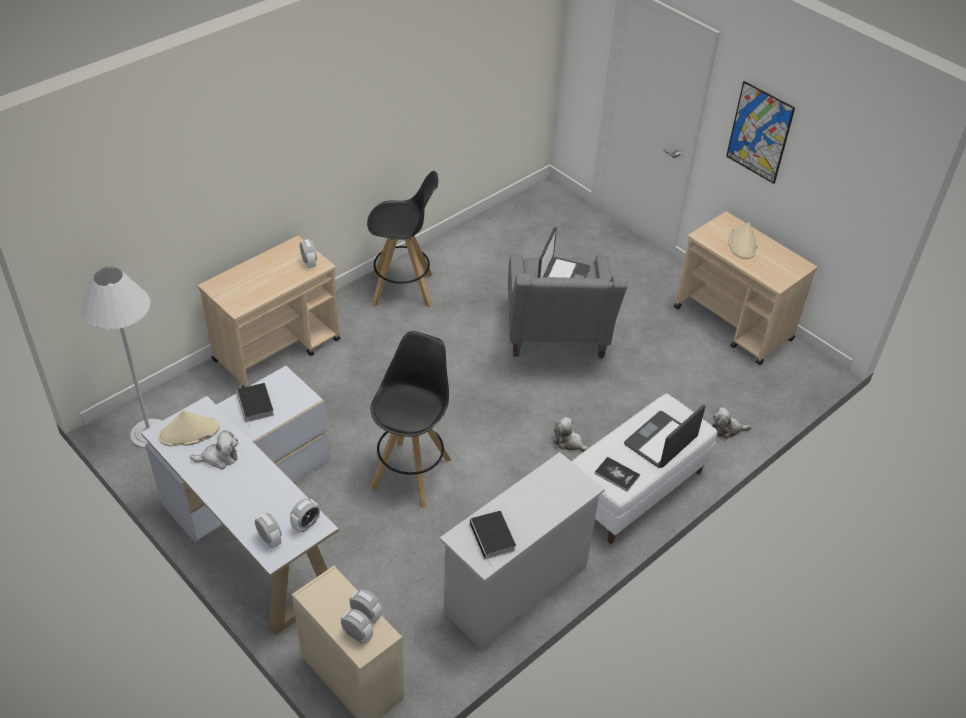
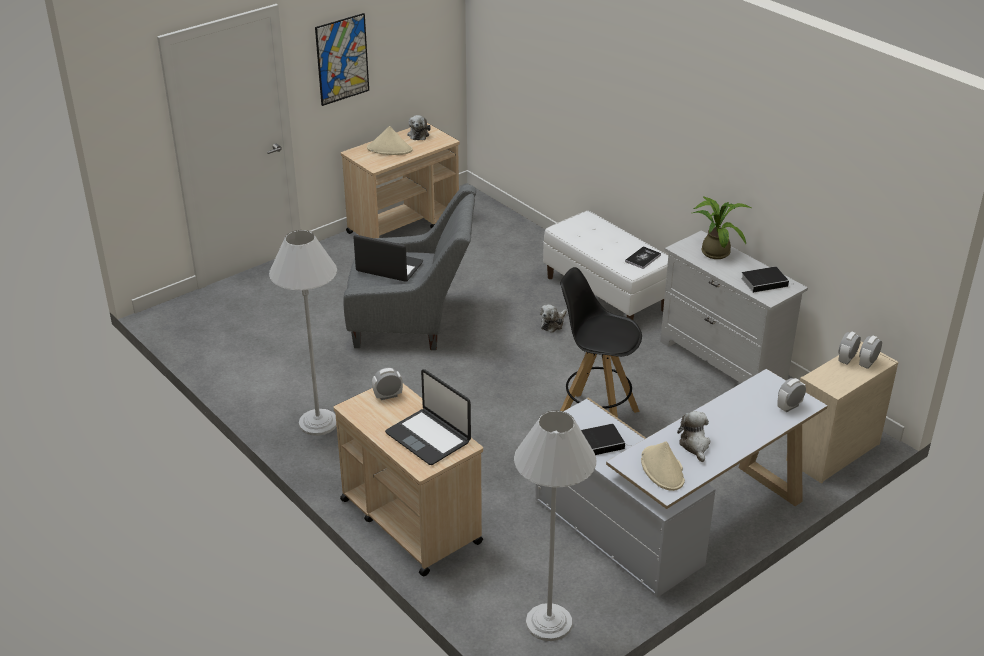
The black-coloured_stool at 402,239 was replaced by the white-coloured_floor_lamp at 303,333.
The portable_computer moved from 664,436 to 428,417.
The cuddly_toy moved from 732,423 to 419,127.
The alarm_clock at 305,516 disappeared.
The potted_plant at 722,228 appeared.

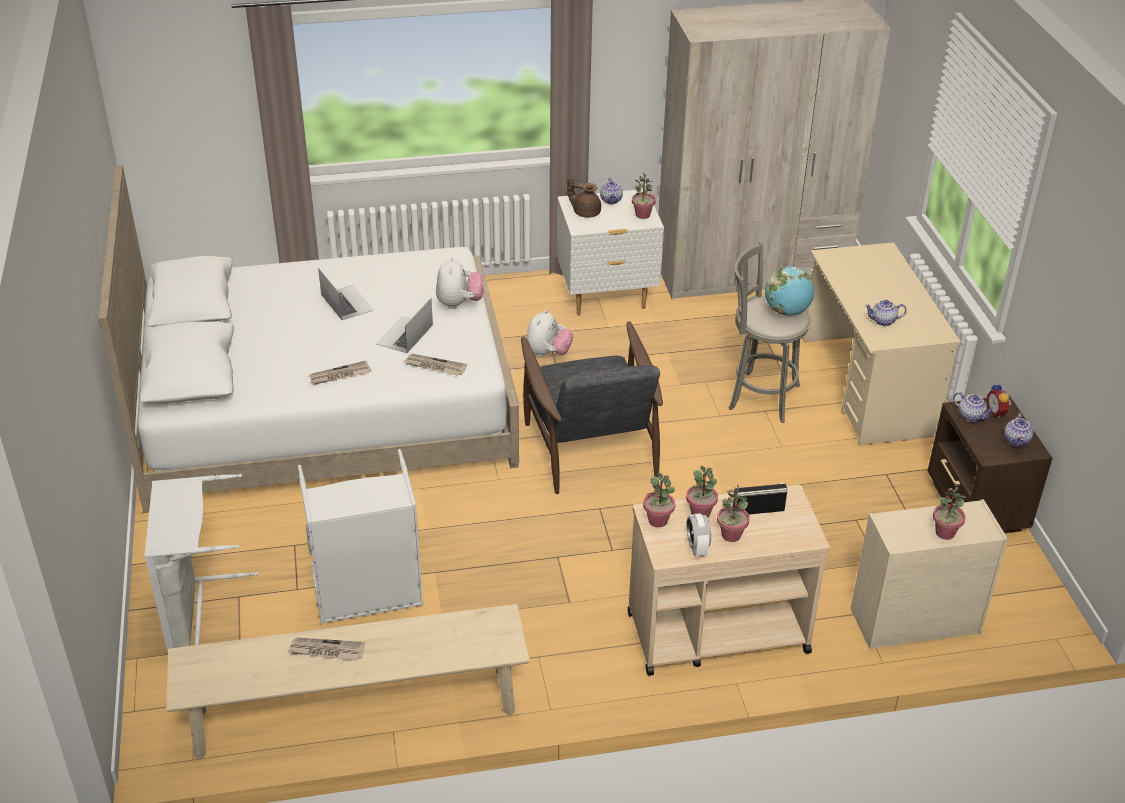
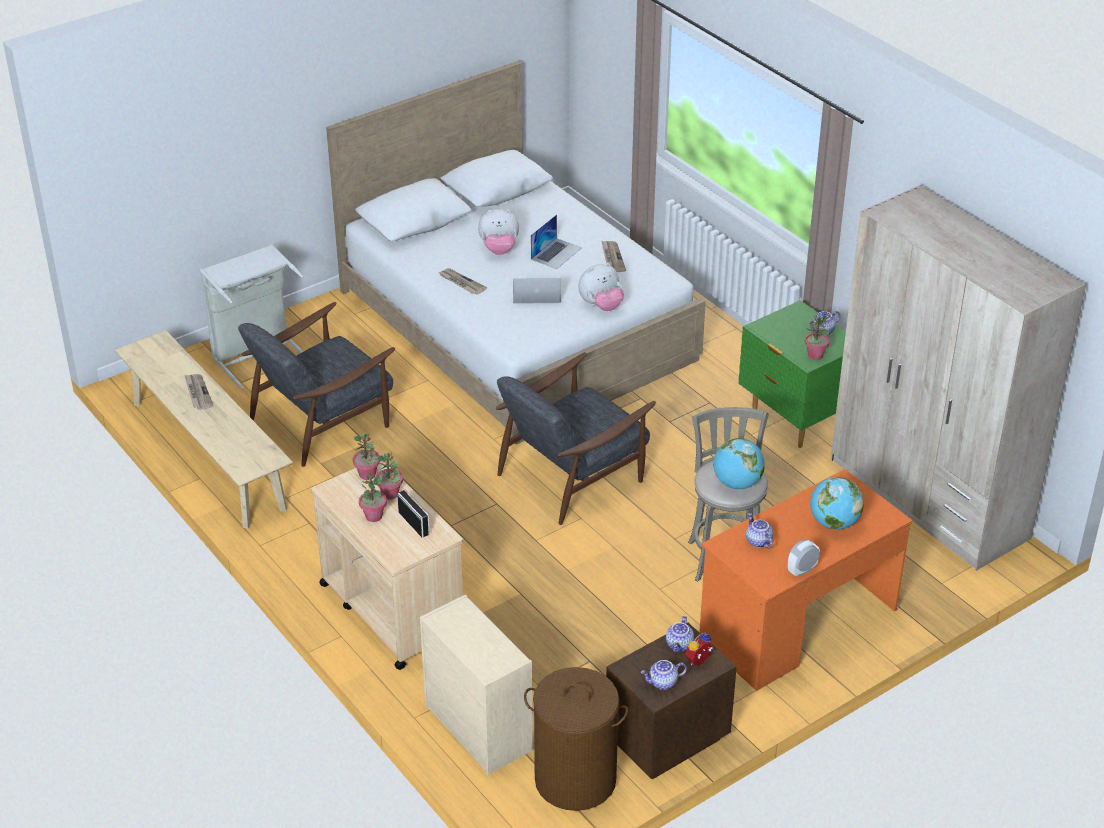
The brownish_pot_for_tea at 584,197 disappeared.
The white-coloured_night_table at 610,252 became the greenish_night_table at 792,374.
The sand-coloured_desk_table at 882,344 became the orangey_desk_table at 806,580.
The cuddly_toy moved from 549,333 to 498,232.
The printed_paper moved from 436,365 to 613,256.
The grey_washing_basket at 361,536 was replaced by the grey_easy_chair at 316,384.
The potted_plant at 949,511 disappeared.
The alarm_clock moved from 698,535 to 804,558.
The globe at 837,503 appeared.
The brownish_washing_basket at 576,739 appeared.

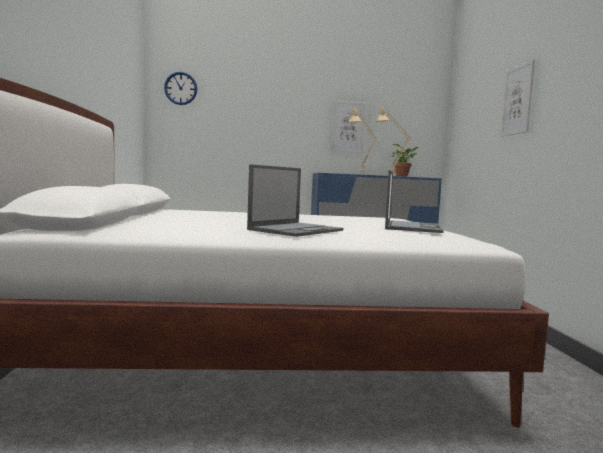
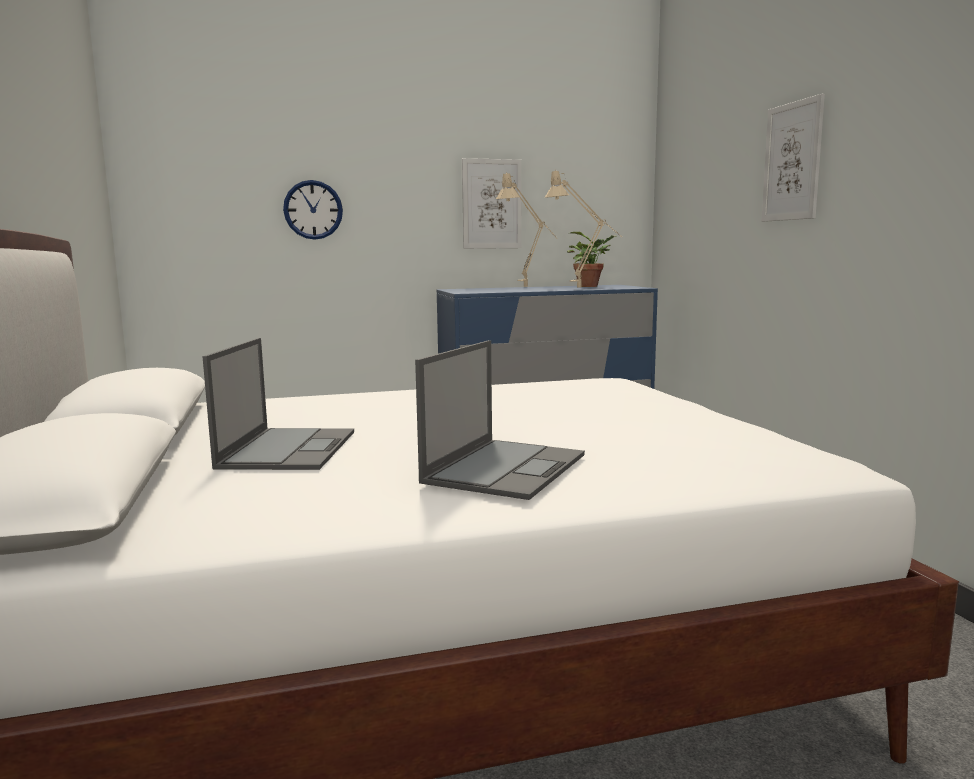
The clock_on_the_wall moved from 180,88 to 313,210.
The portable_computer moved from 414,201 to 278,404.

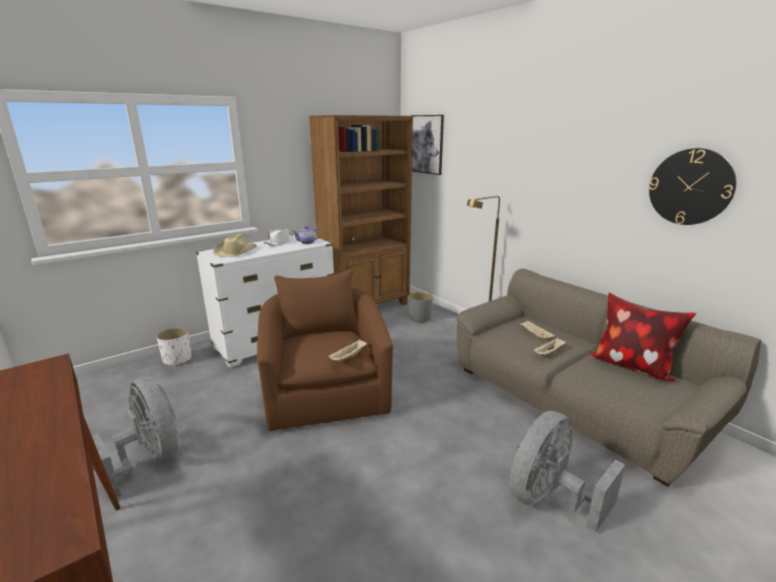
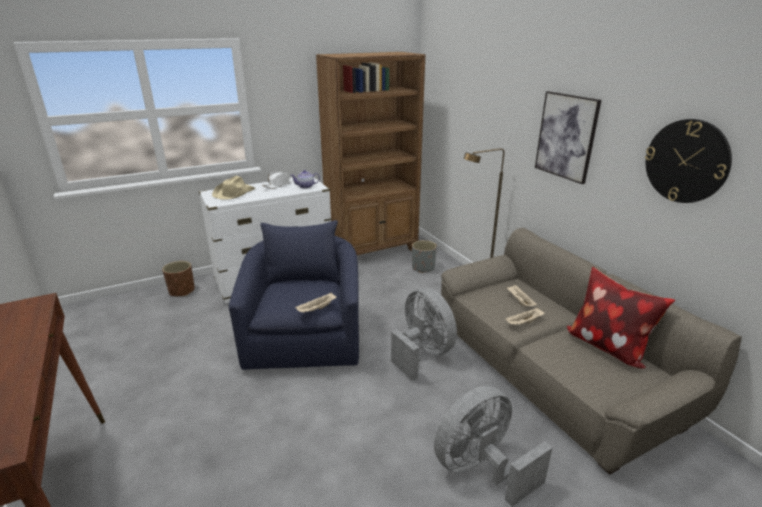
The wall_art moved from 427,145 to 568,137.
The brownish_easy_chair at 325,350 became the bluish_easy_chair at 294,295.
The white-coloured_flower_pot at 174,346 became the brownish_flower_pot at 178,278.
The grey_electric_fan moved from 135,436 to 424,334.

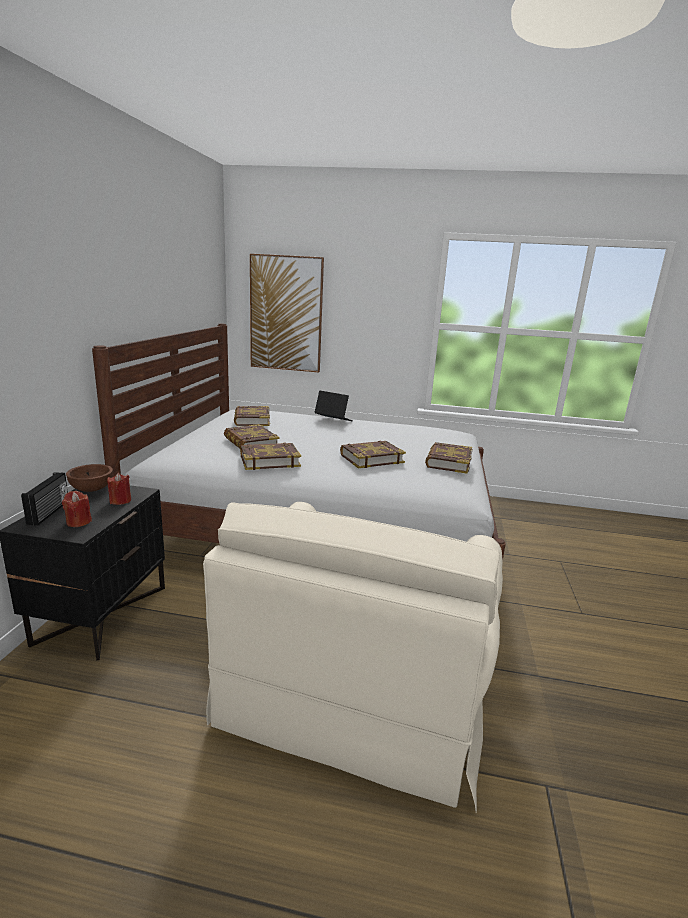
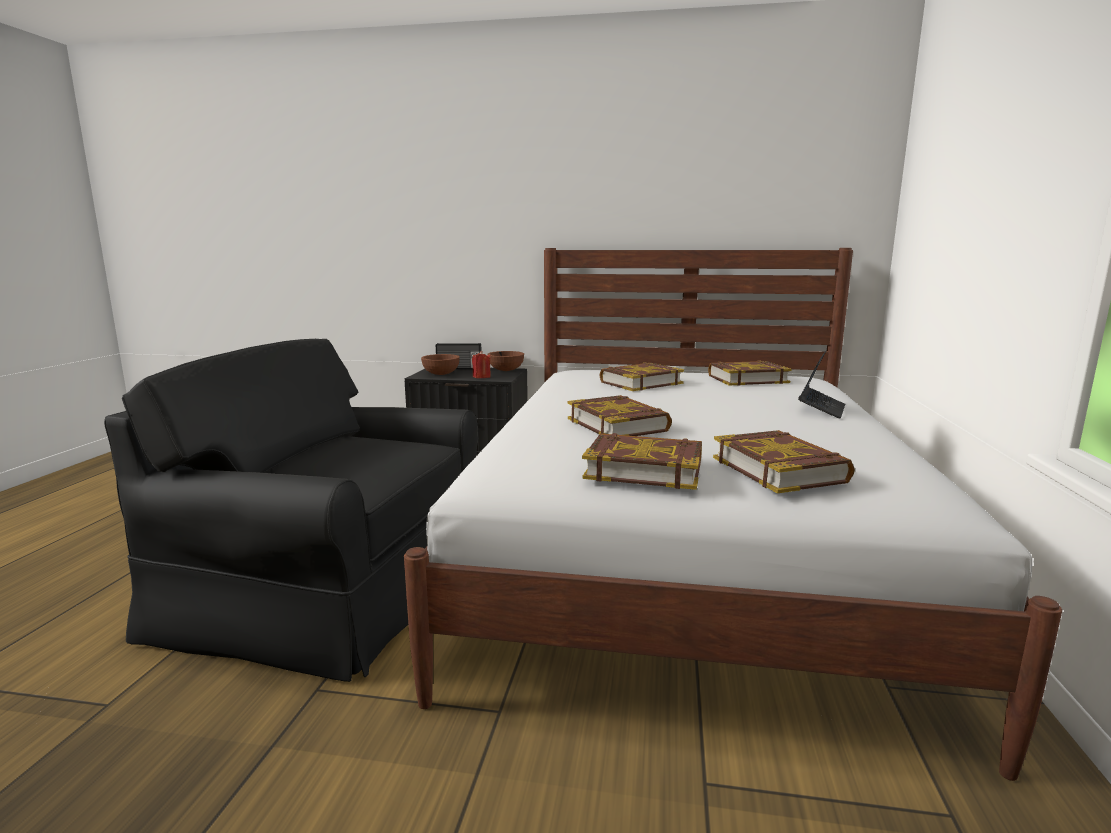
The wall_art at 287,313 disappeared.
The volume moved from 270,456 to 784,461.
The red_wax_candle at 77,509 was replaced by the brownish_deep_dish at 440,364.
The sand-coloured_easy_chair at 353,657 became the black-coloured_easy_chair at 291,510.

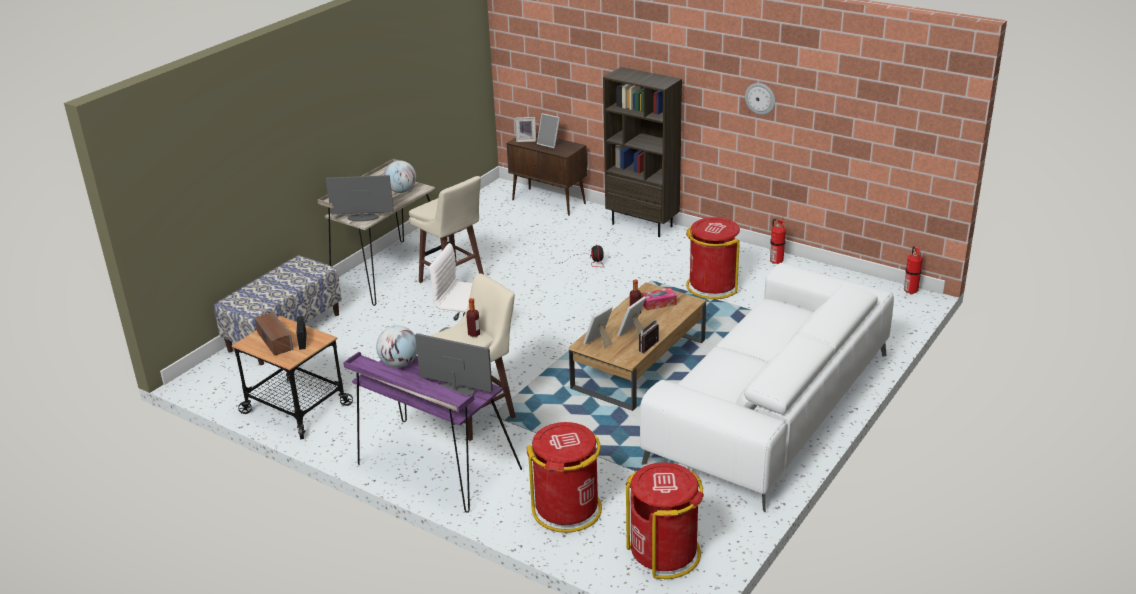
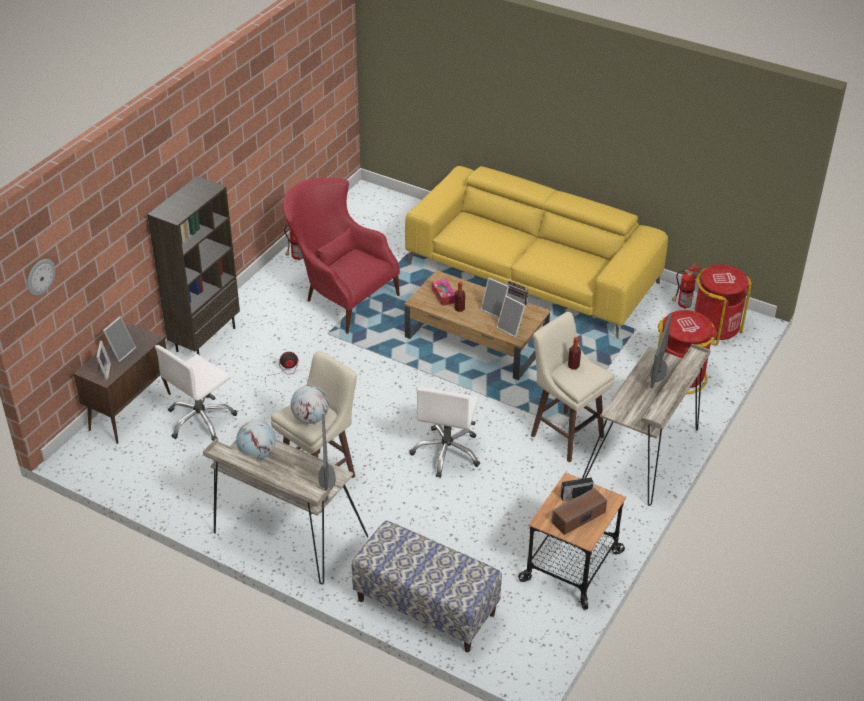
The clock_on_the_wall moved from 760,99 to 41,277.
The red_waste_bin at 713,258 was replaced by the red_easy_chair at 341,256.
The fire-fighting_cylinder moved from 913,270 to 686,286.
The white-coloured_sofa at 767,387 became the yellowish_sofa at 536,252.
The globe moved from 396,347 to 310,404.
The purple-coloured_desk_table at 432,432 became the sand-coloured_desk_table at 646,425.
The white-coloured_computer_chair at 196,393 appeared.

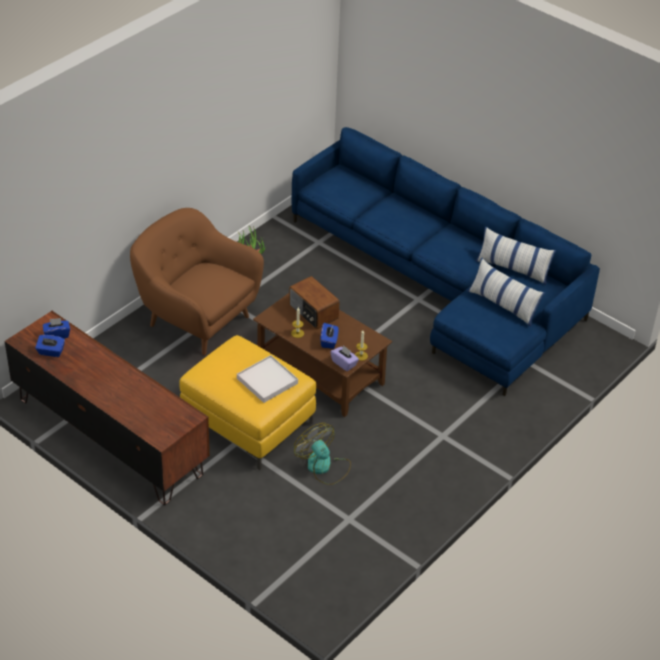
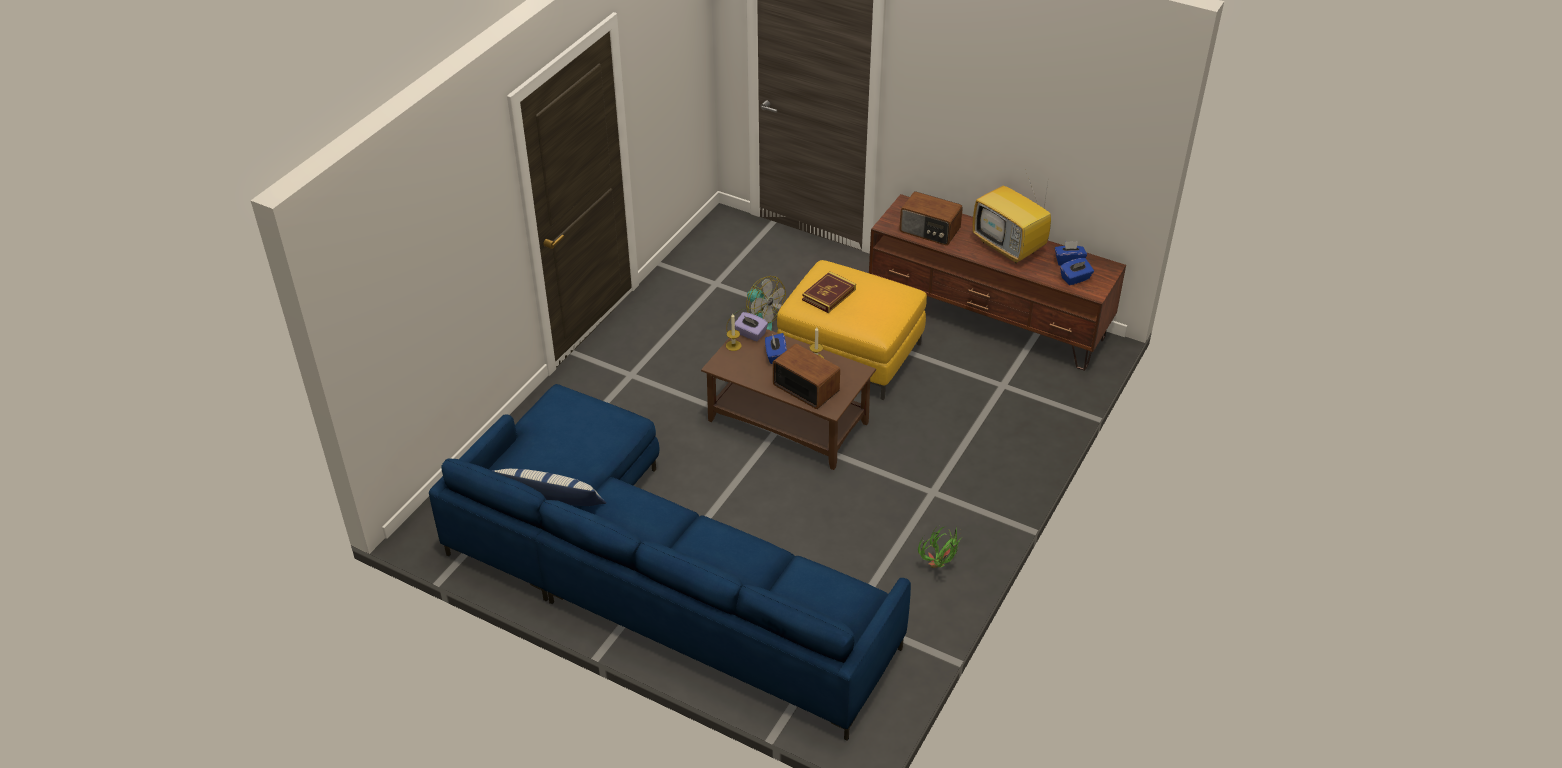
The brownish_easy_chair at 197,281 disappeared.
The throw_pillow at 506,292 disappeared.
The white-coloured_carrying_tray at 267,379 was replaced by the volume at 829,292.
The TV at 1012,216 appeared.
The radio_set at 931,218 appeared.

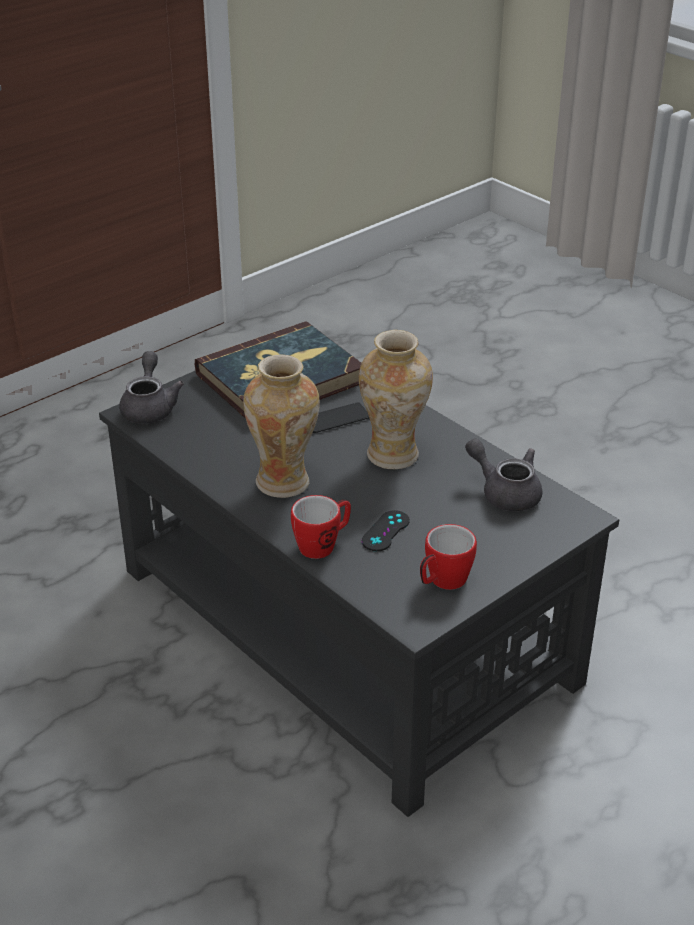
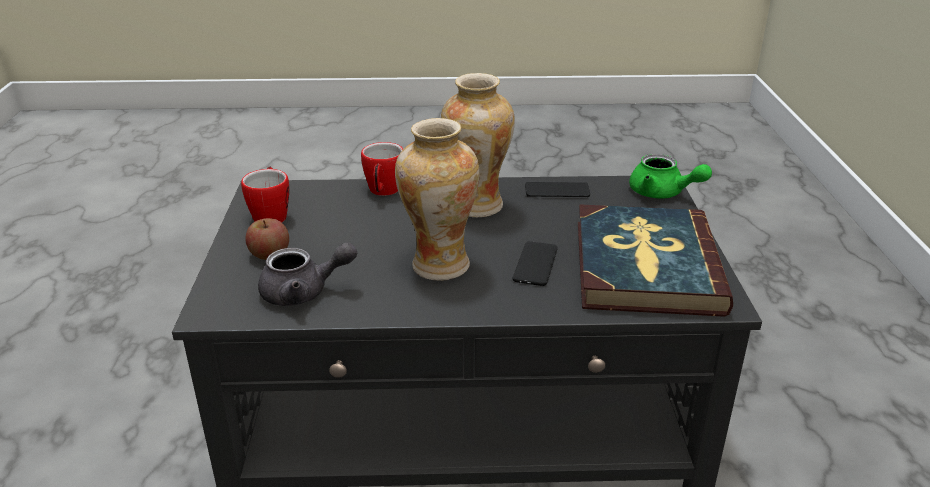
The grey_pot_for_tea at 151,387 became the greenish_pot_for_tea at 670,176.
The black-coloured_gamepad at 386,530 disappeared.
The phone at 557,189 appeared.
The whole_apple at 267,239 appeared.

